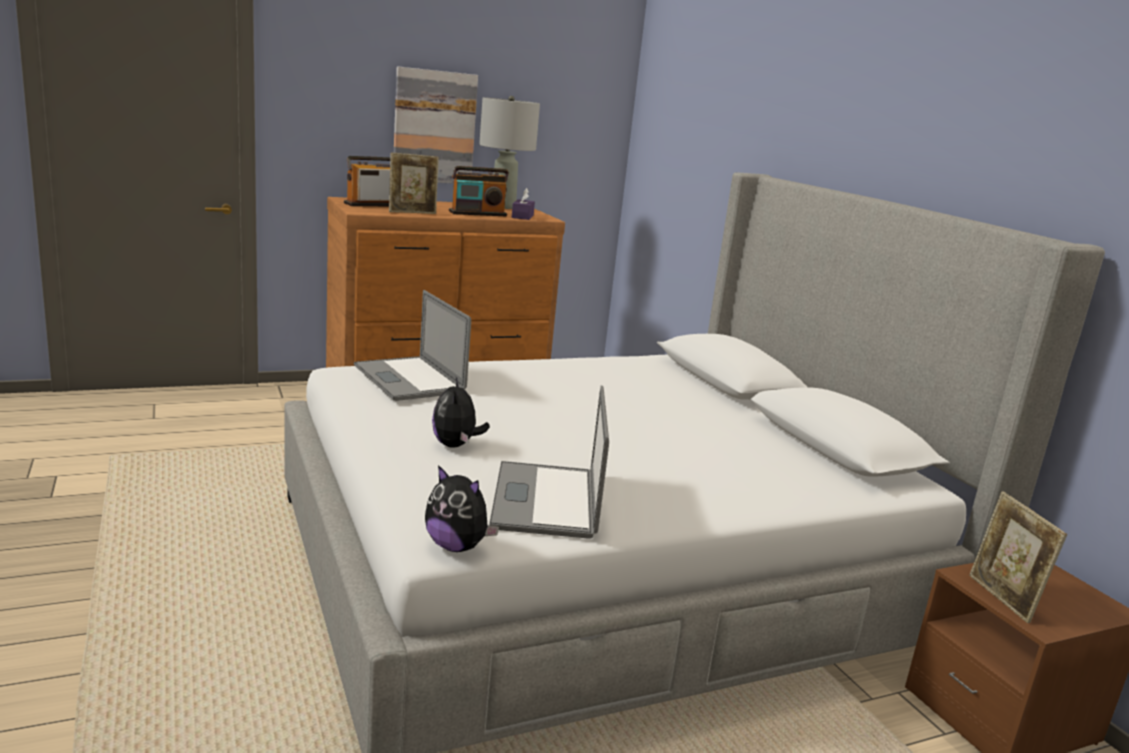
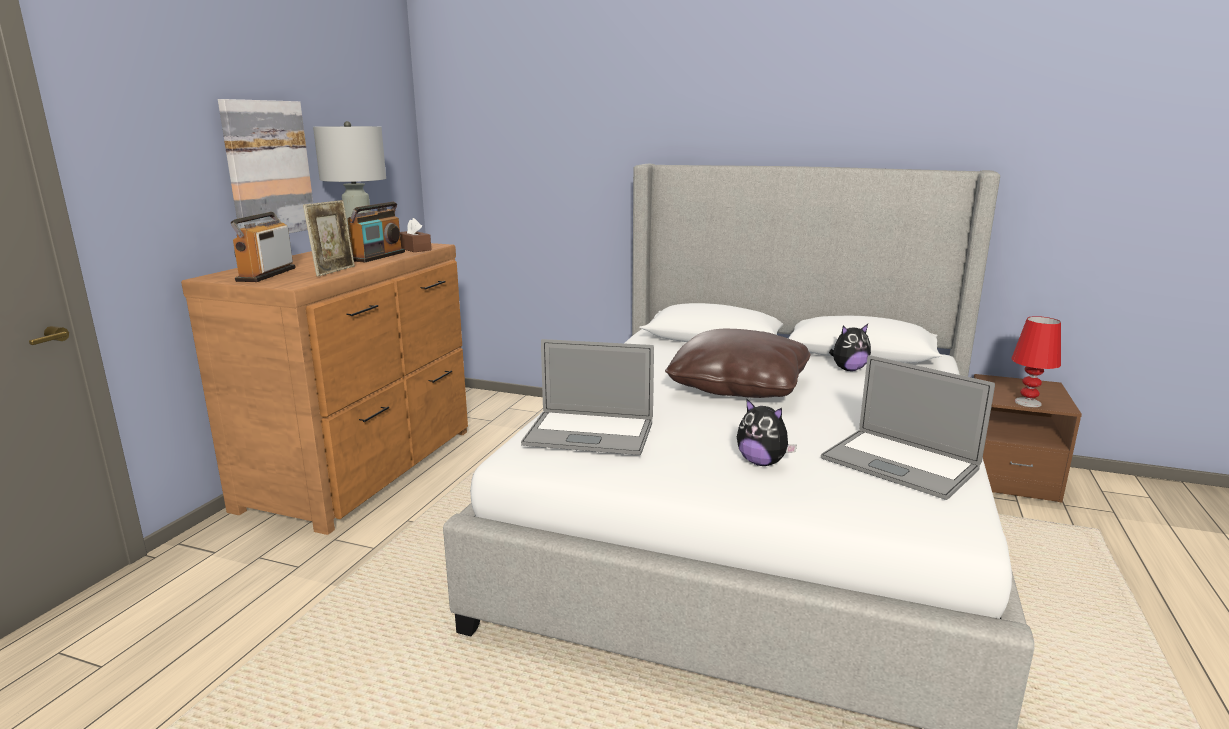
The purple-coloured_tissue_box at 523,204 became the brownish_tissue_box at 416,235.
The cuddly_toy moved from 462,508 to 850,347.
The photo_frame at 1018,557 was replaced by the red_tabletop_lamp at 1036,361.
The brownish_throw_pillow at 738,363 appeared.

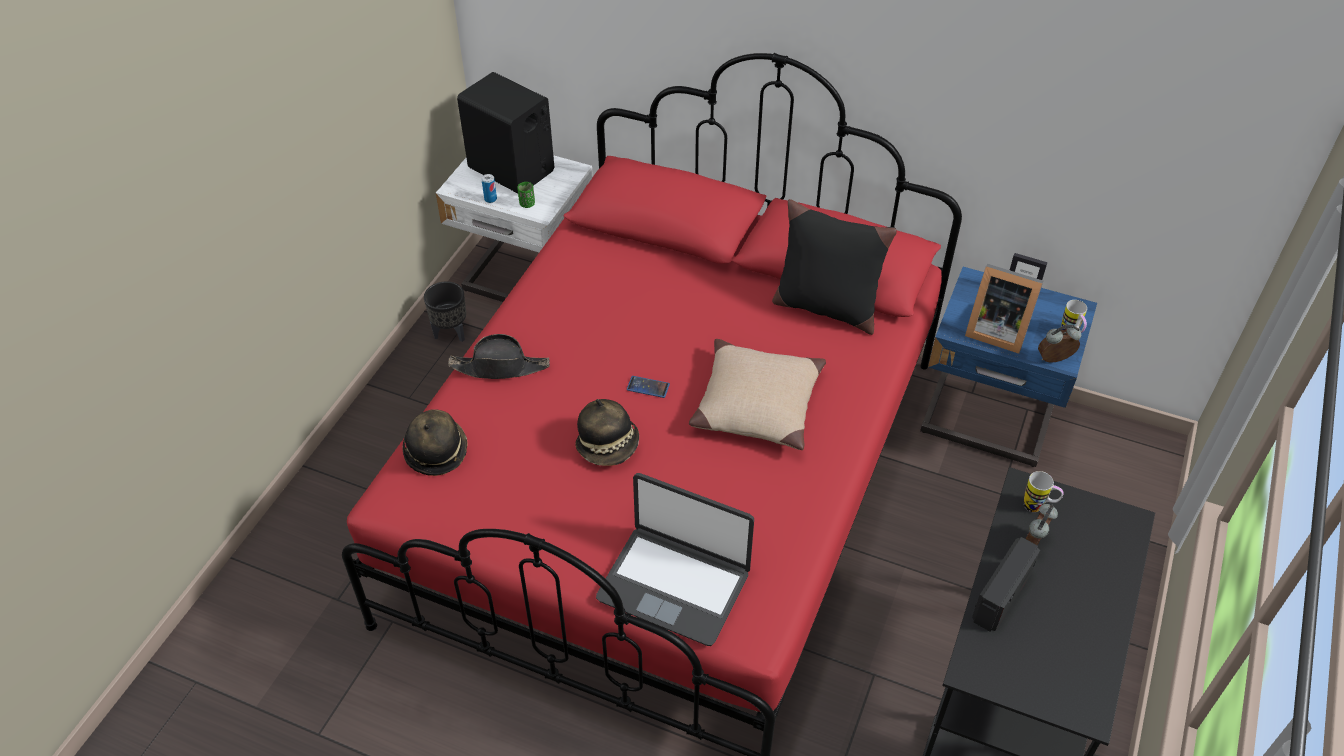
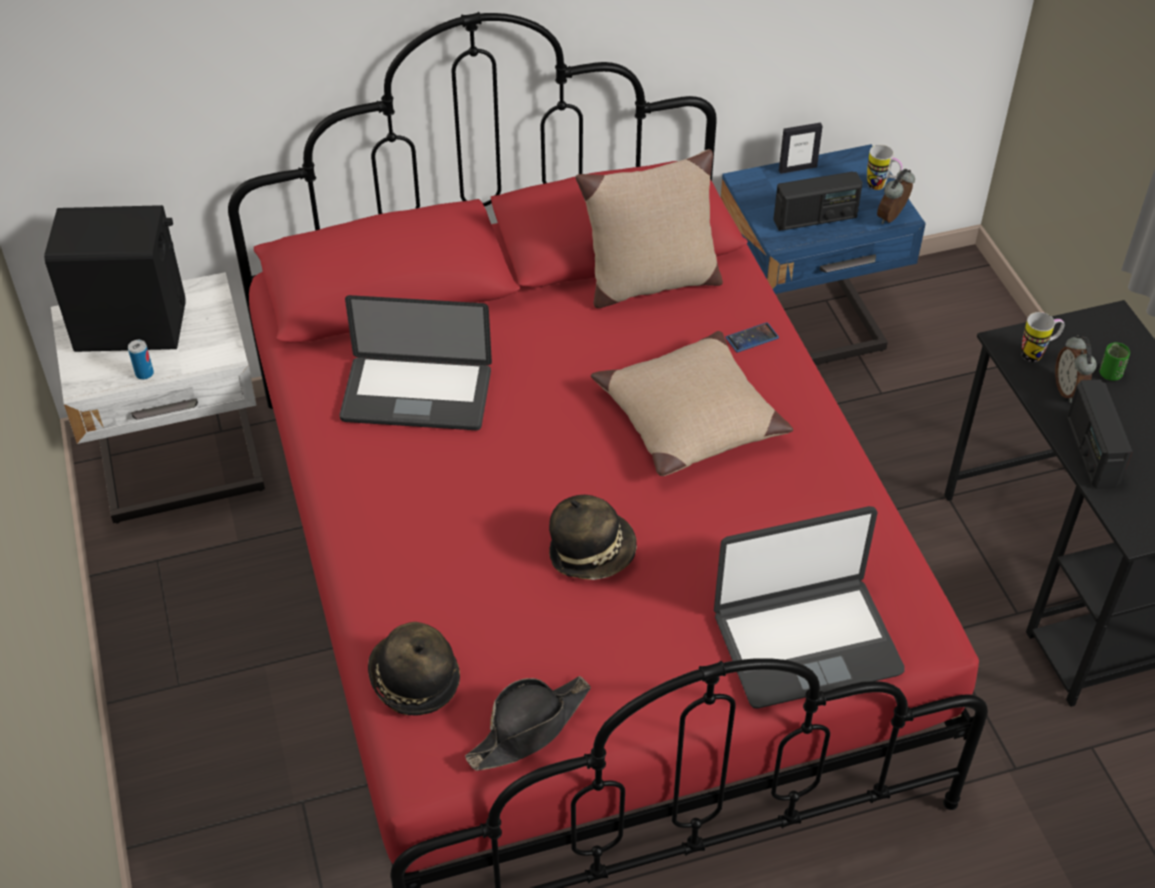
The greenish_drinking_cup moved from 526,195 to 1114,361.
The black-coloured_throw_pillow at 834,267 became the sand-coloured_throw_pillow at 649,228.
The photo_frame at 1004,309 was replaced by the radio_set at 818,201.
The black-coloured_flower_pot at 445,311 disappeared.
The black-coloured_wearable_hat moved from 499,356 to 528,723.
The phone moved from 648,387 to 752,337.
The portable_computer at 415,362 appeared.

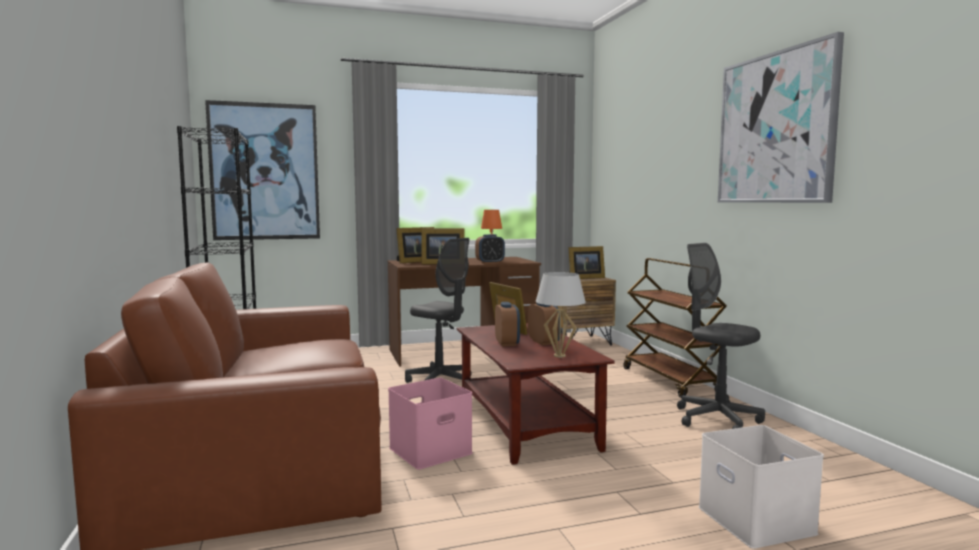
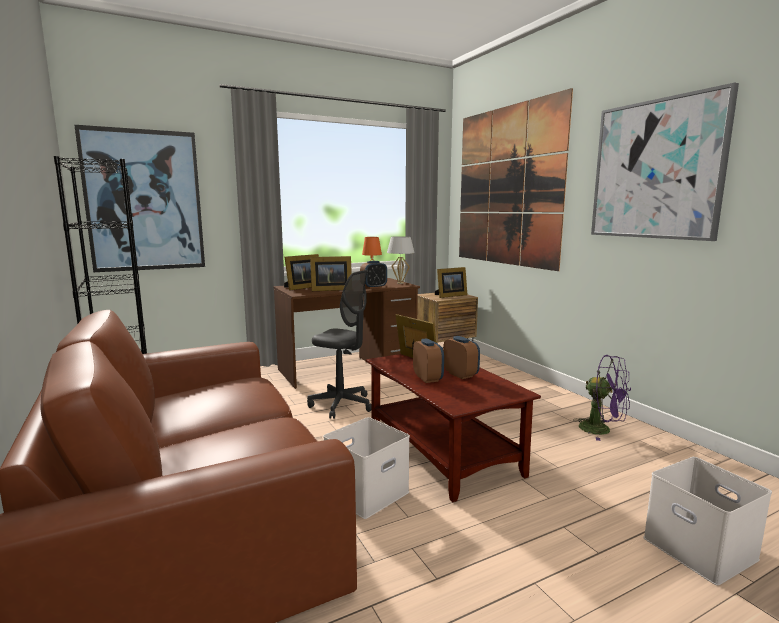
The grey_computer_chair at 721,336 was replaced by the purple-coloured_electric_fan at 602,398.
The brownish_wheeled_cart at 675,328 disappeared.
The white-coloured_tabletop_lamp moved from 561,315 to 401,260.
The pinkish_storage_bin at 430,424 became the white-coloured_storage_bin at 366,468.
The wall_art at 516,179 appeared.

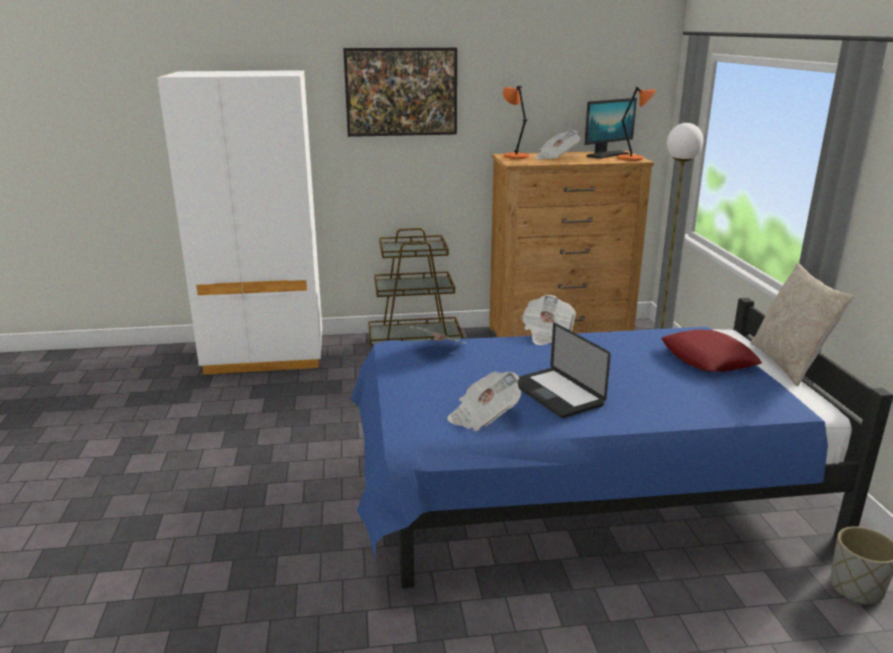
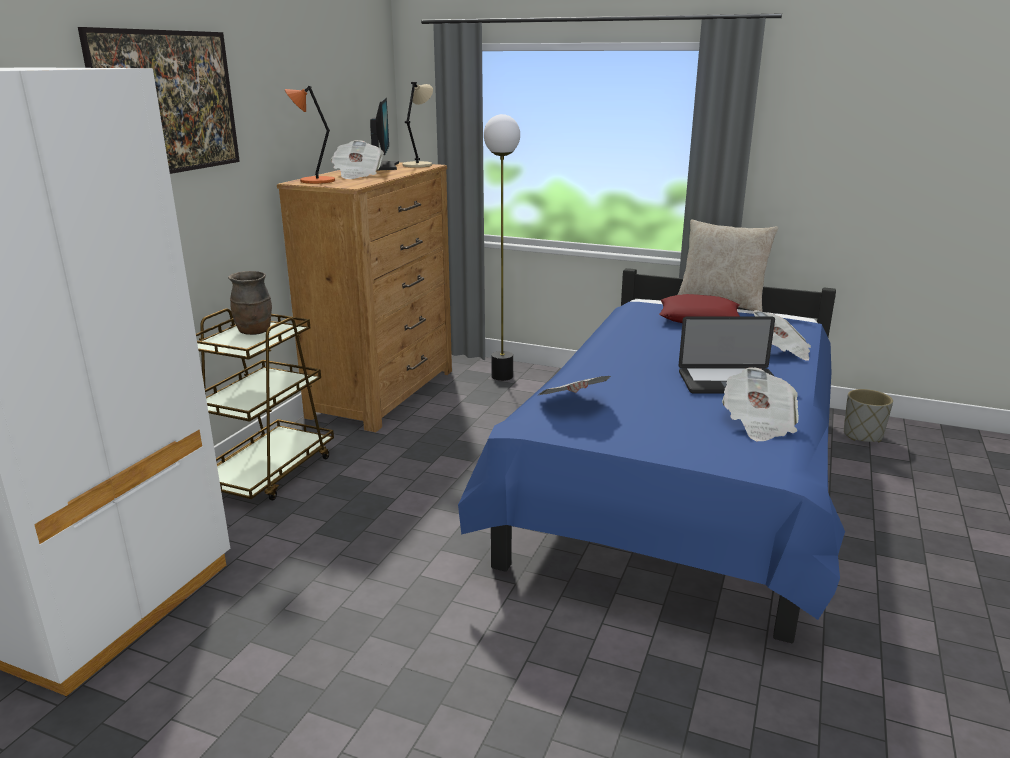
The orangey_tabletop_lamp at 636,124 became the sand-coloured_tabletop_lamp at 418,125.
The printed_paper moved from 548,320 to 782,335.
The brownish_decorative_vase at 250,303 appeared.

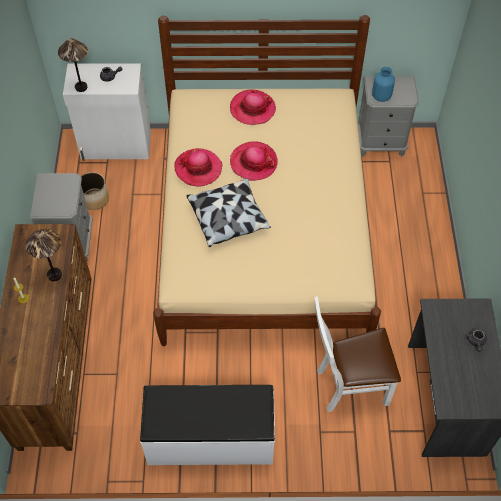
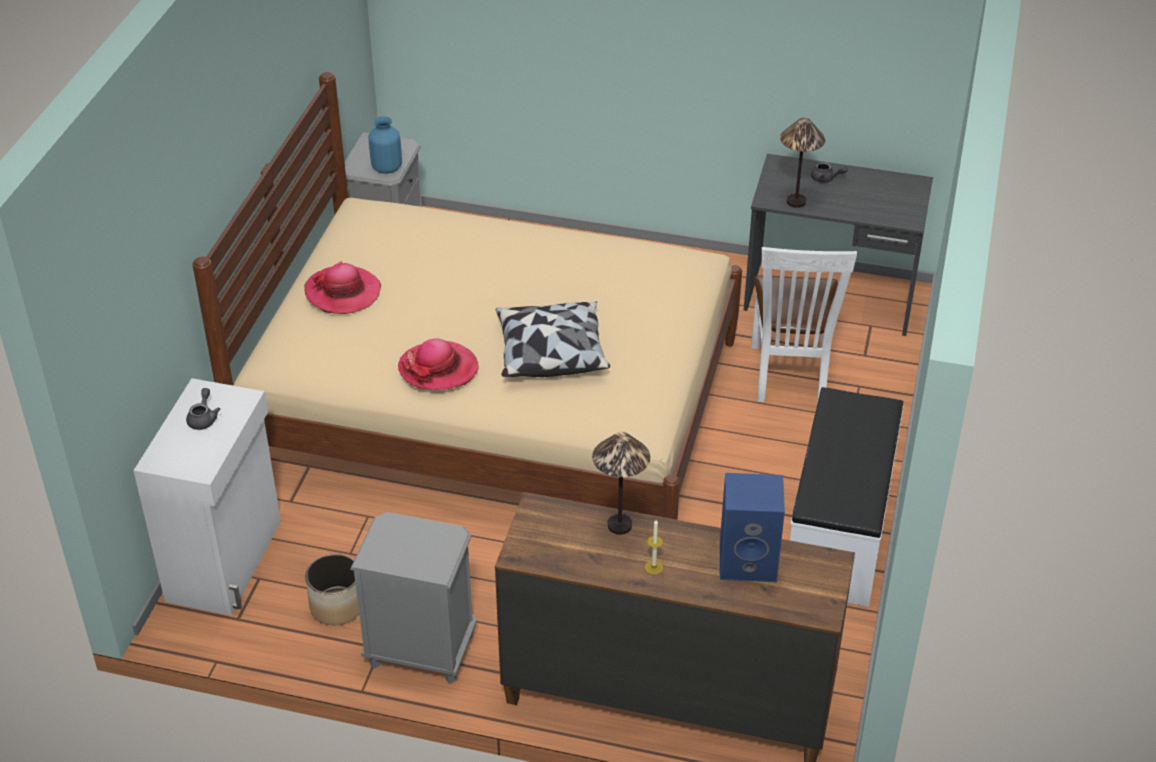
The tabletop_lamp moved from 73,65 to 802,163.
The wearable_hat at 254,161 disappeared.
The bluish_speaker at 752,527 appeared.

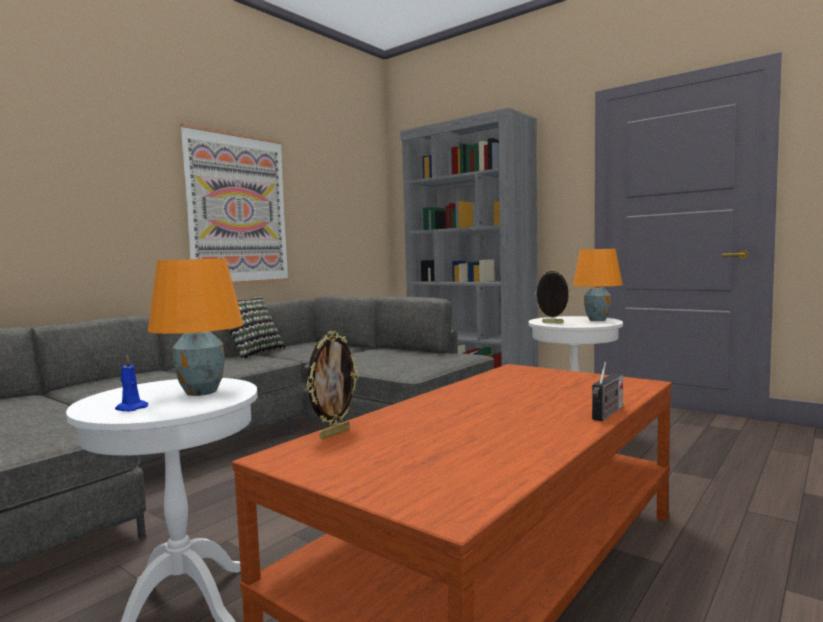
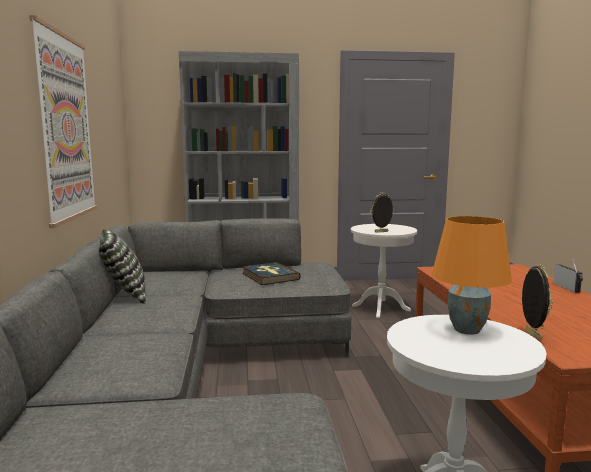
The orangey_tabletop_lamp at 598,285 disappeared.
The bluish_wax_candle at 131,383 disappeared.
The volume at 271,273 appeared.

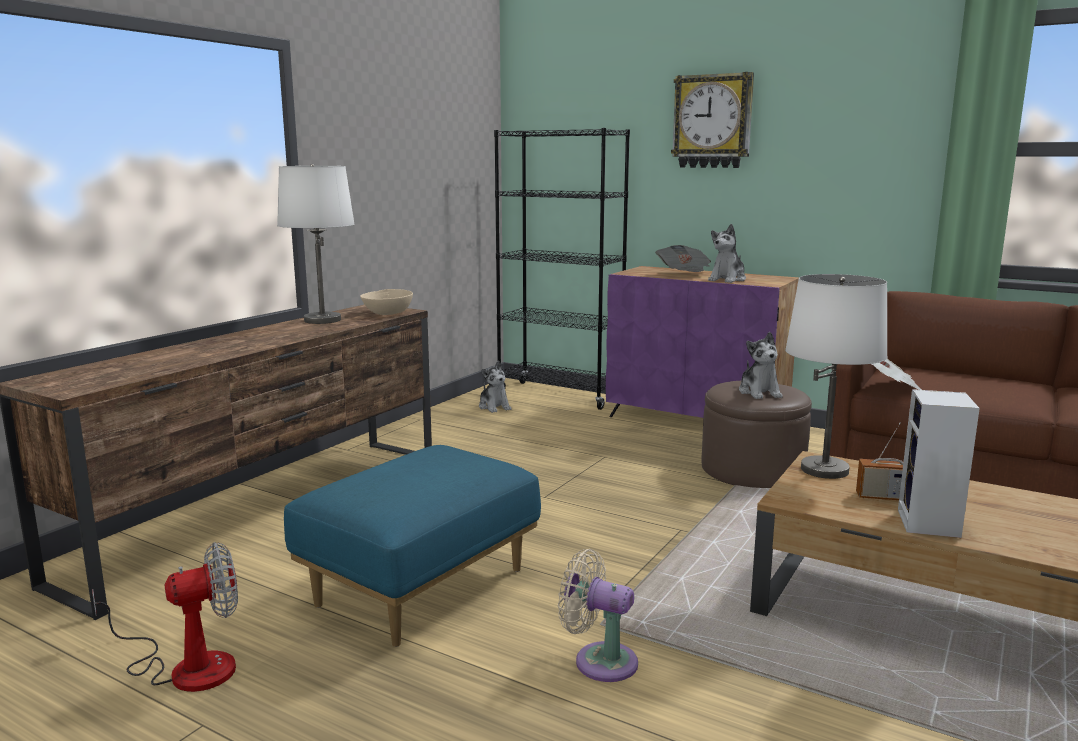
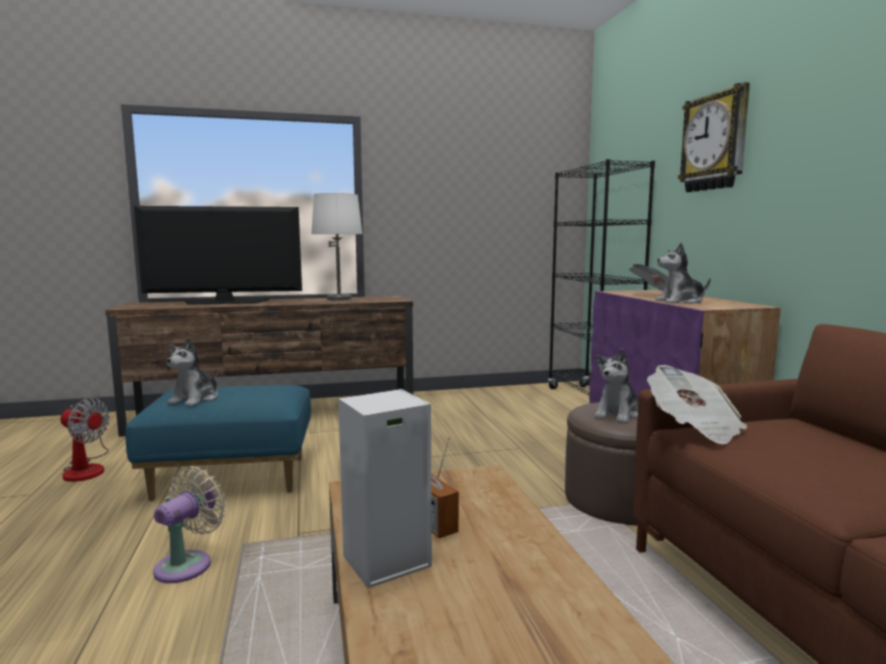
The white-coloured_tabletop_lamp at 836,376 disappeared.
The sand-coloured_deep_dish at 386,302 disappeared.
The cuddly_toy moved from 495,387 to 192,371.
The sand-coloured_electric_fan at 598,615 turned 45 degrees clockwise.
The TV at 218,255 appeared.

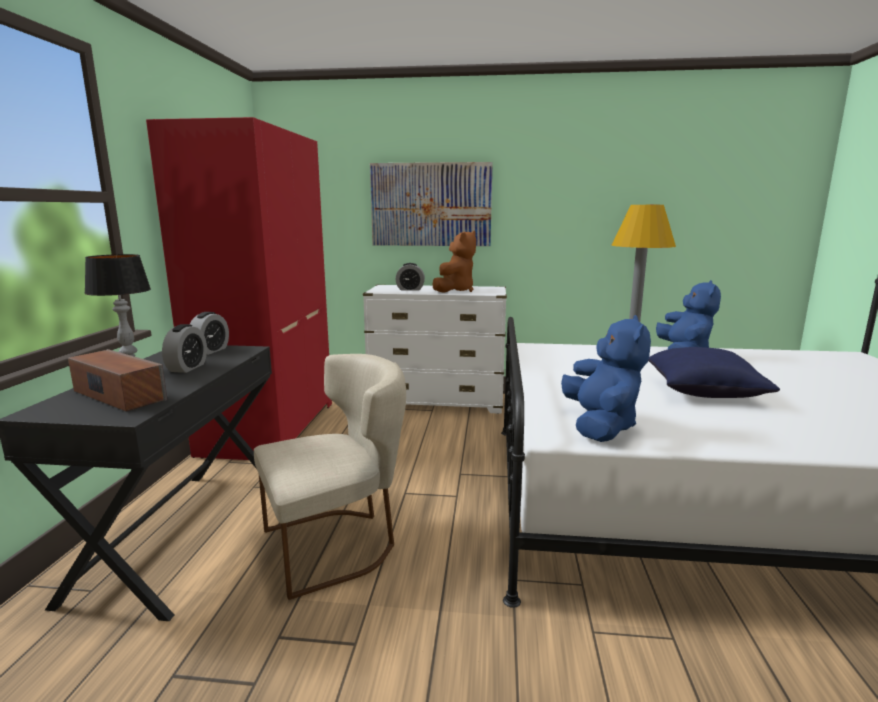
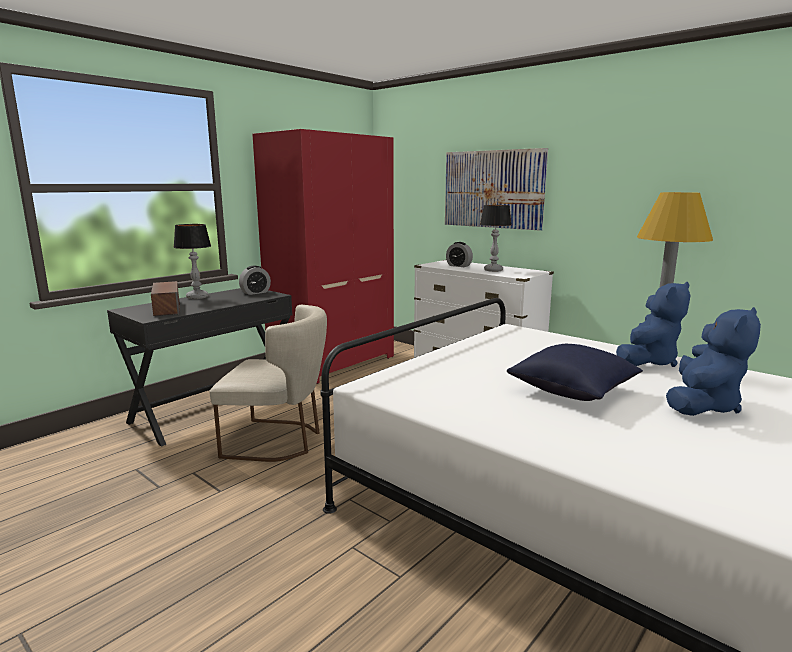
The brownish_cuddly_toy at 454,262 was replaced by the tabletop_lamp at 496,238.
The bluish_cuddly_toy moved from 606,378 to 713,361.
The alarm_clock at 184,348 disappeared.

